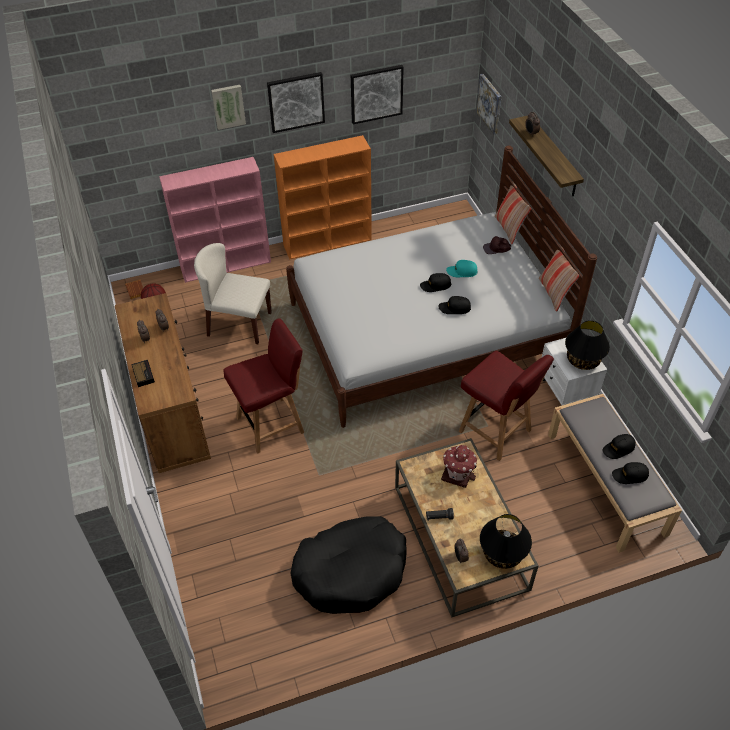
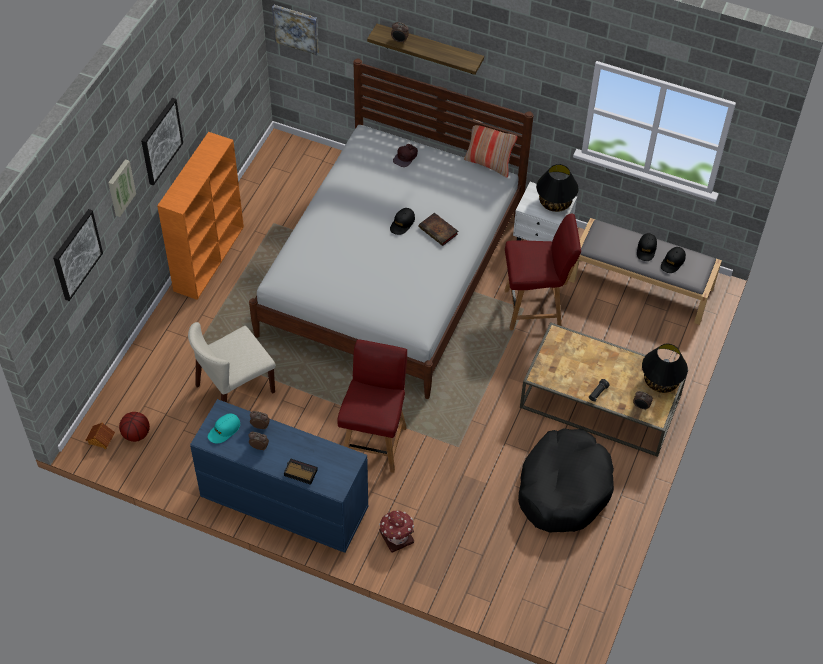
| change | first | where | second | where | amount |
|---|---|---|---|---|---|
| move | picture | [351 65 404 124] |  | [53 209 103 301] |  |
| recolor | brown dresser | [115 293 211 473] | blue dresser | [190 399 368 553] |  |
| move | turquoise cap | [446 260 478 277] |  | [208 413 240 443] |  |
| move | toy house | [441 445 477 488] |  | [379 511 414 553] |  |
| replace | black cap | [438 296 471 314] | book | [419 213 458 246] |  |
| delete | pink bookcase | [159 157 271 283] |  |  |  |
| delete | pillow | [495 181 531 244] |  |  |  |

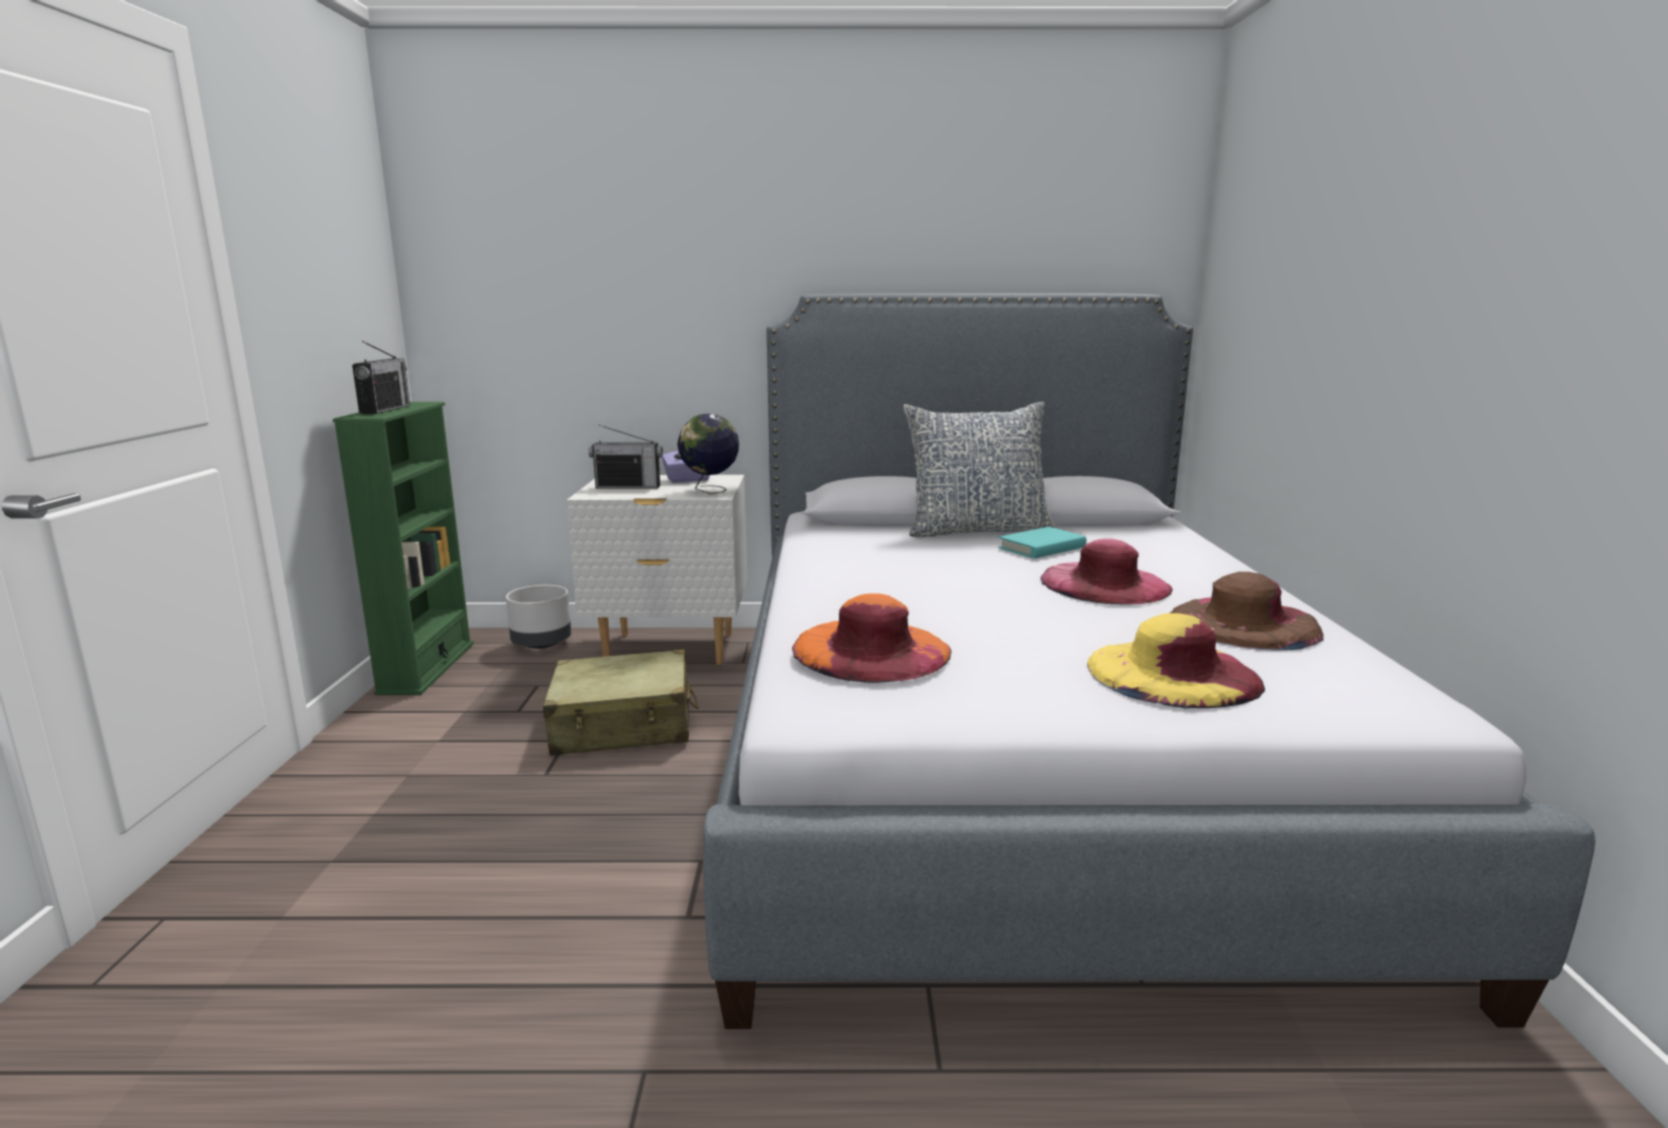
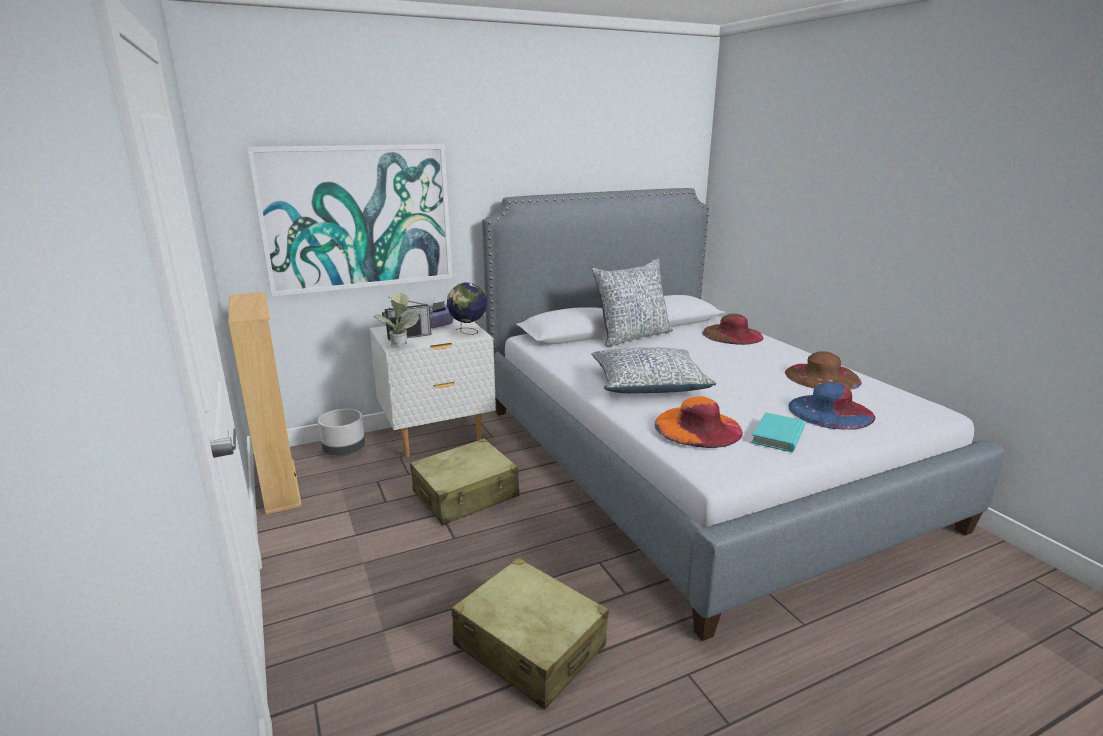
| change | first | where | second | where | amount |
|---|---|---|---|---|---|
| recolor | green bookcase | [333 402 474 695] | beige bookcase | [228 292 302 515] |  |
| insert |  |  | picture | [247 144 452 297] |  |
| insert |  |  | potted plant | [373 292 419 347] |  |
| insert |  |  | beige suitcase | [452 558 609 710] |  |
| insert |  |  | pillow | [591 347 716 393] |  |
| insert |  |  | brown hat | [702 314 763 345] |  |
| move | turquoise book | [998 527 1087 558] |  | [751 412 805 452] |  |
| recolor | yellow hat | [1087 613 1265 709] | blue hat | [789 382 875 430] |  |
| delete | radio | [352 341 410 414] |  |  |  |
| delete | pink hat | [1040 538 1173 605] |  |  |  |

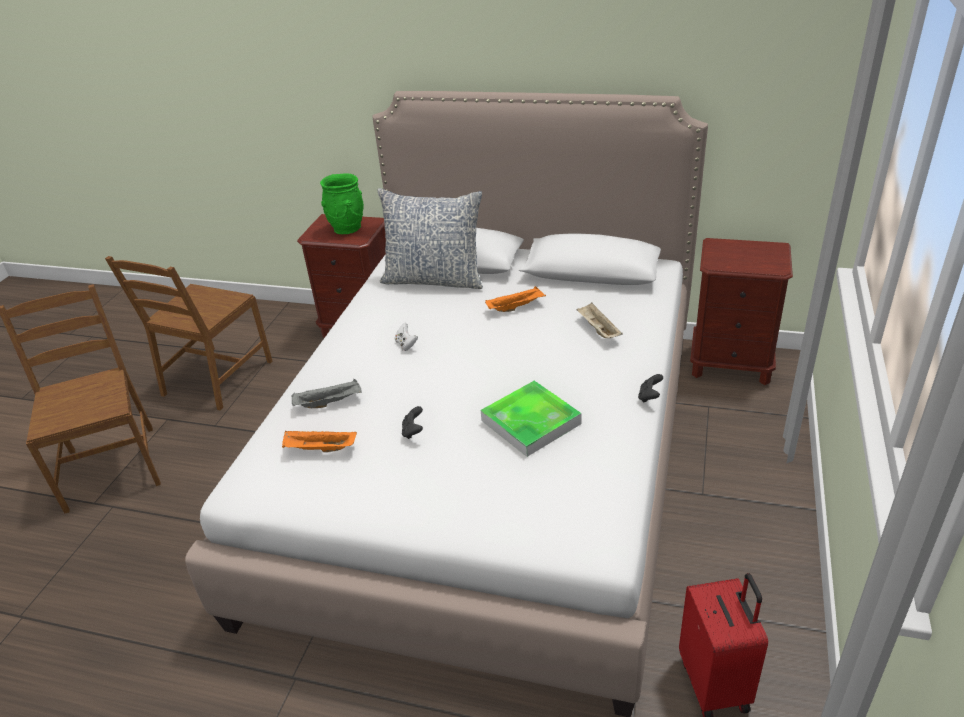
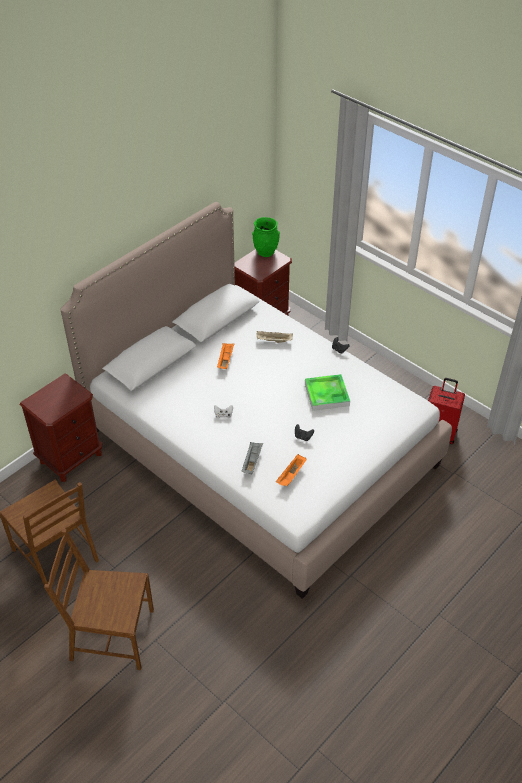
| change | first | where | second | where | amount |
|---|---|---|---|---|---|
| move | green vase | [320 173 364 234] |  | [252 217 280 257] |  |
| delete | pillow | [377 188 483 289] |  |  |  |

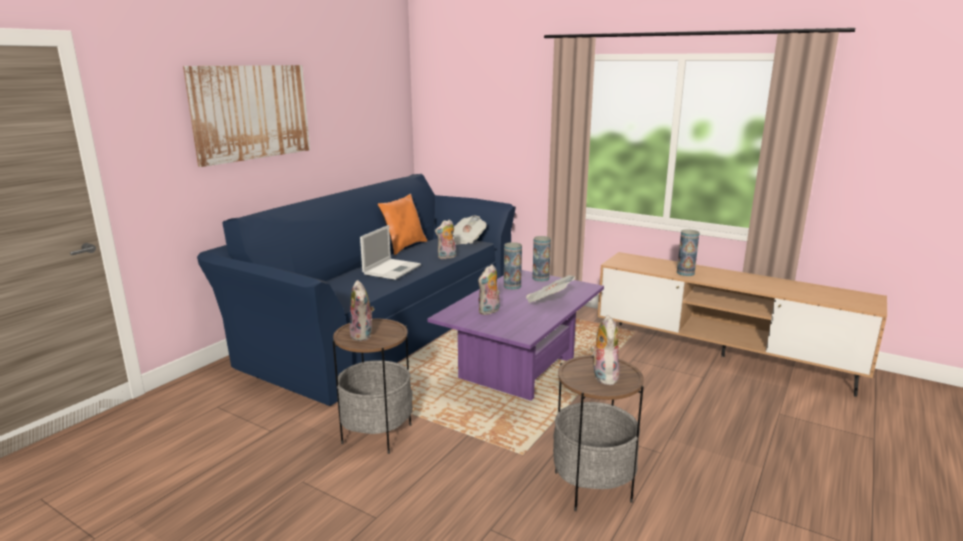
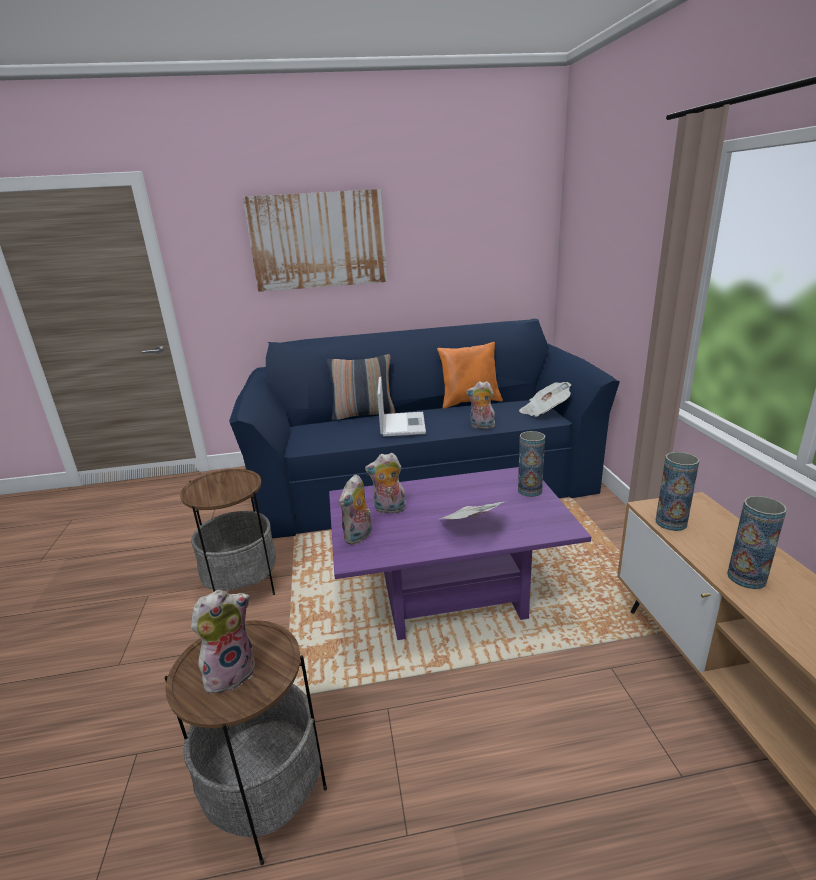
| change | first | where | second | where | amount |
|---|---|---|---|---|---|
| insert |  |  | pillow | [327 354 395 421] |  |
| move | plush toy | [350 280 375 341] |  | [339 474 372 545] |  |
| rotate | laptop | [360 225 421 280] |  | [377 377 426 437] | 75 degrees counterclockwise |
| move | vase | [504 242 522 290] |  | [656 452 699 531] |  |

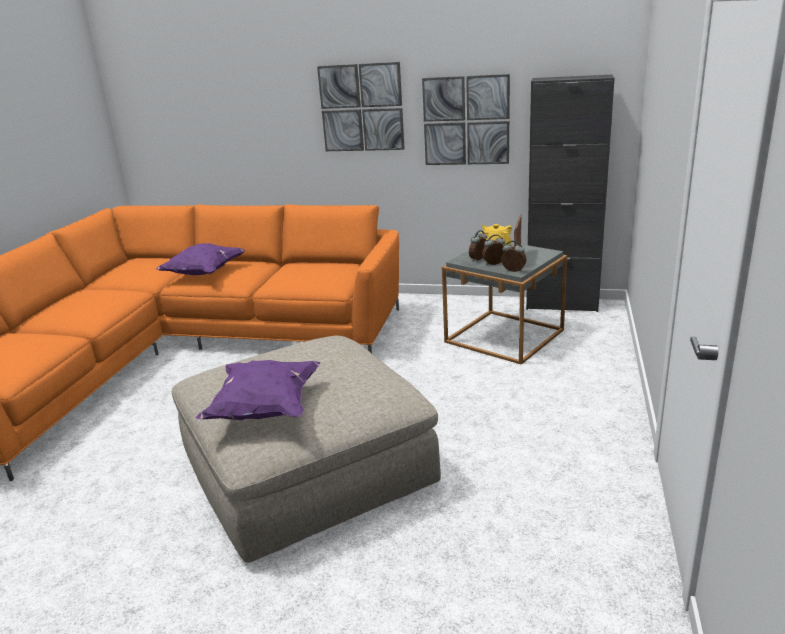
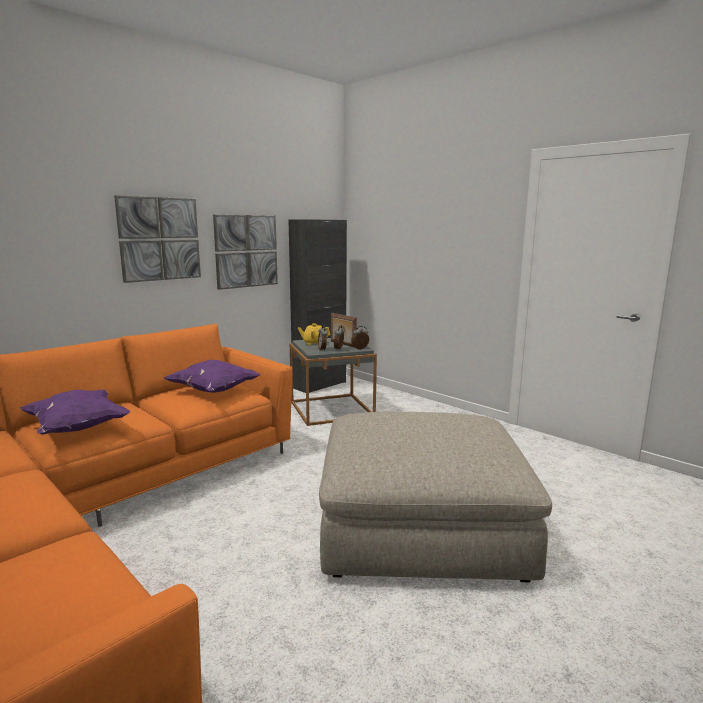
| change | first | where | second | where | amount |
|---|---|---|---|---|---|
| move | purple pillow | [196 360 321 420] |  | [164 360 261 393] |  |

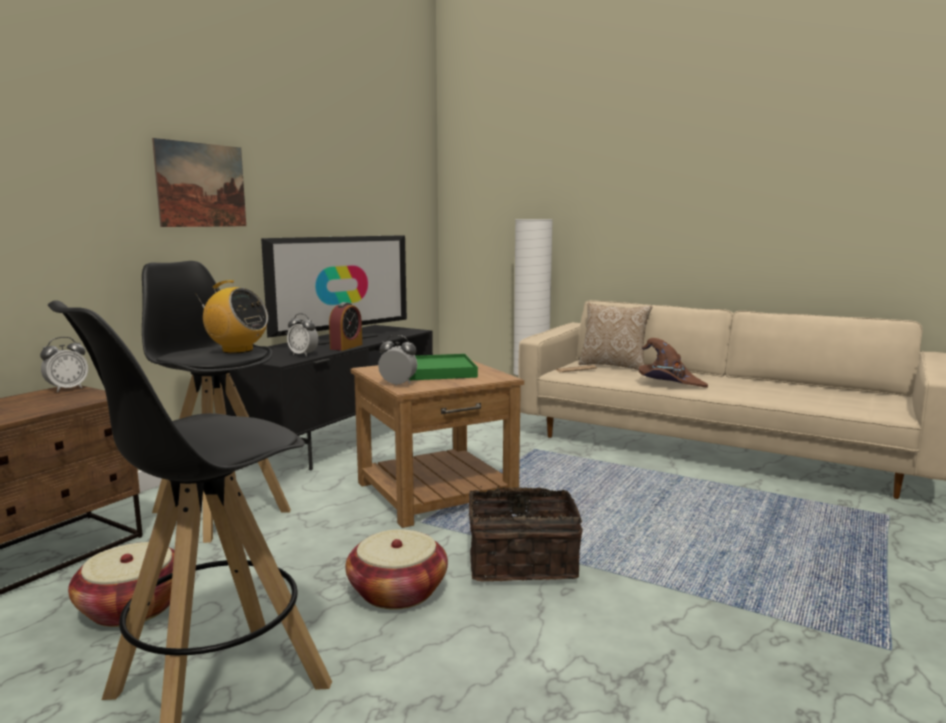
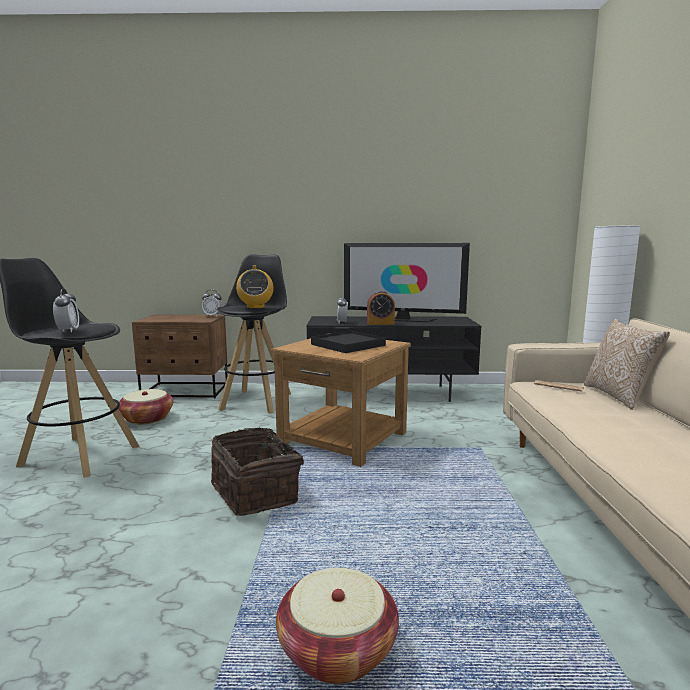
| change | first | where | second | where | amount |
|---|---|---|---|---|---|
| move | alarm clock | [378 335 417 386] |  | [53 288 79 332] |  |
| move | basket | [345 529 448 610] |  | [276 568 399 684] |  |
| recolor | green tray | [409 354 478 380] | black tray | [311 331 386 353] |  |
| delete | picture | [152 138 246 227] |  |  |  |
| delete | brown hat | [638 338 708 388] |  |  |  |

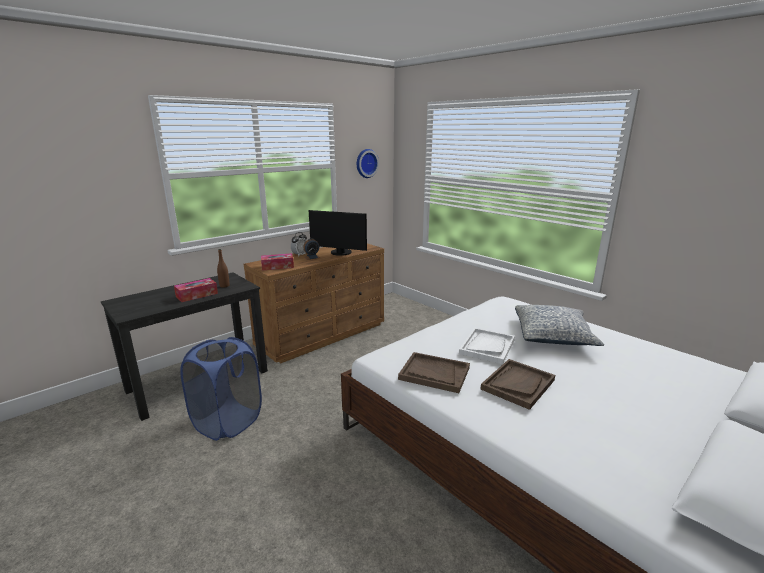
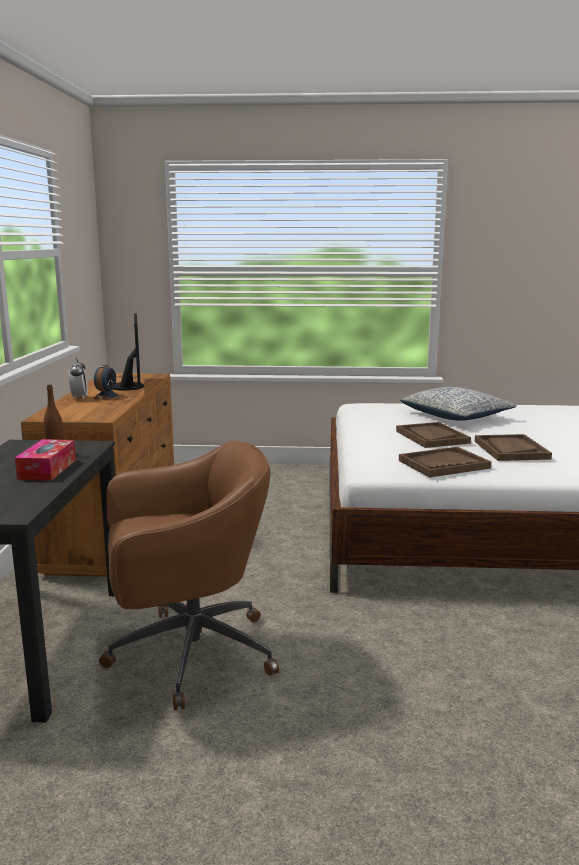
| change | first | where | second | where | amount |
|---|---|---|---|---|---|
| replace | blue laundry basket | [180 337 262 441] | brown office chair | [99 441 279 710] |  |
| rotate | monitor | [308 210 367 256] |  | [113 313 144 390] | 75 degrees counterclockwise |
| recolor | white tray | [459 328 515 364] | brown tray | [396 422 471 448] |  |
| delete | tissue box | [261 253 294 270] |  |  |  |
| delete | wall clock | [357 149 379 178] |  |  |  |

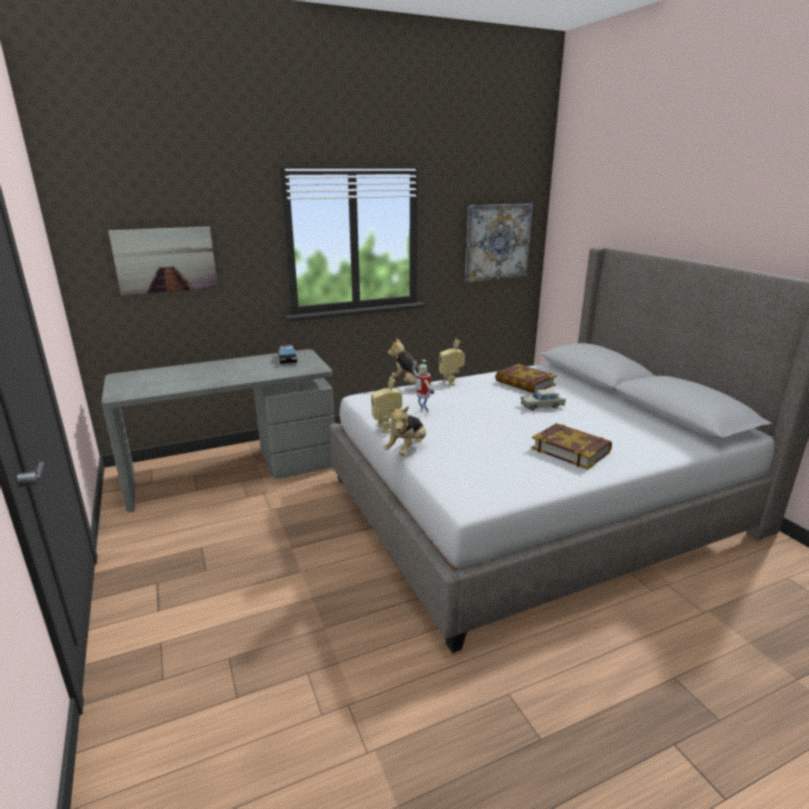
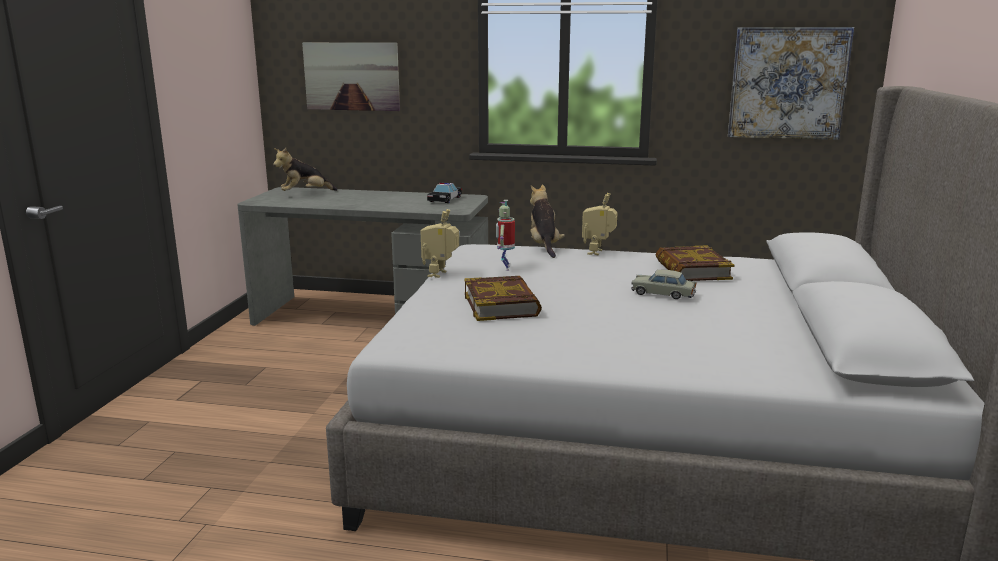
| change | first | where | second | where | amount |
|---|---|---|---|---|---|
| move | plush toy | [384 406 426 456] |  | [273 148 337 191] |  |
| move | book | [531 423 612 470] |  | [464 276 542 321] |  |

